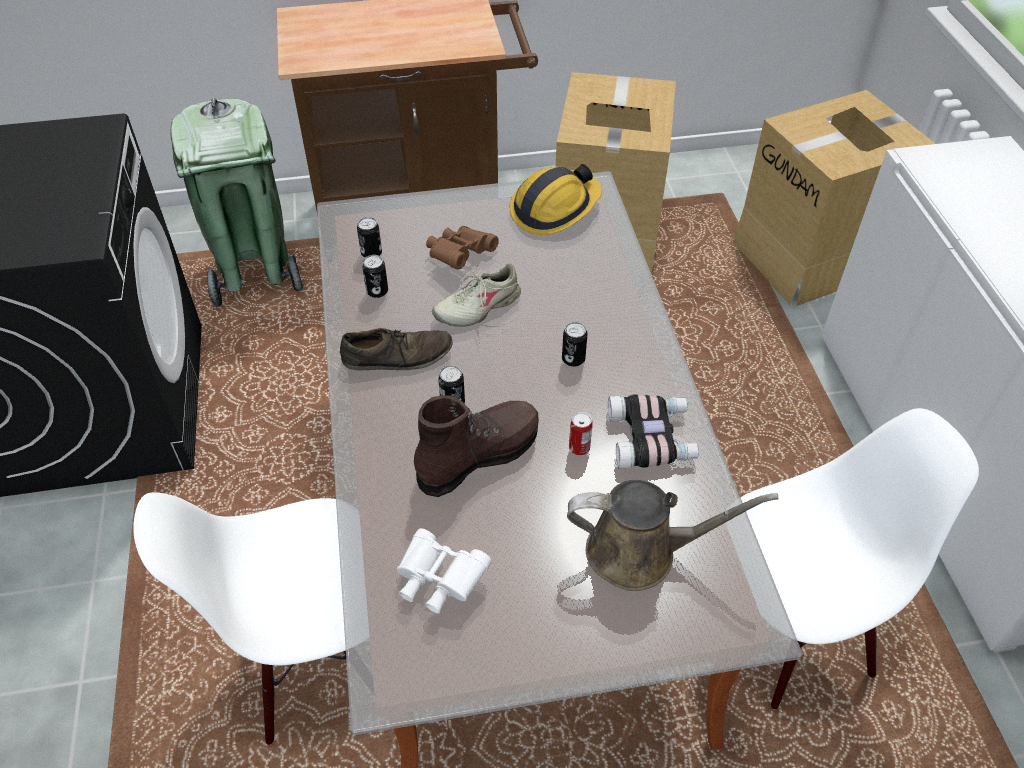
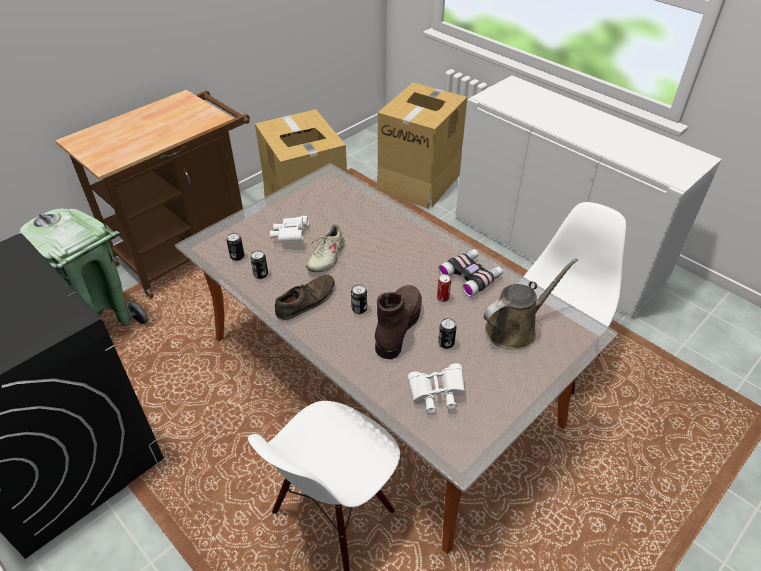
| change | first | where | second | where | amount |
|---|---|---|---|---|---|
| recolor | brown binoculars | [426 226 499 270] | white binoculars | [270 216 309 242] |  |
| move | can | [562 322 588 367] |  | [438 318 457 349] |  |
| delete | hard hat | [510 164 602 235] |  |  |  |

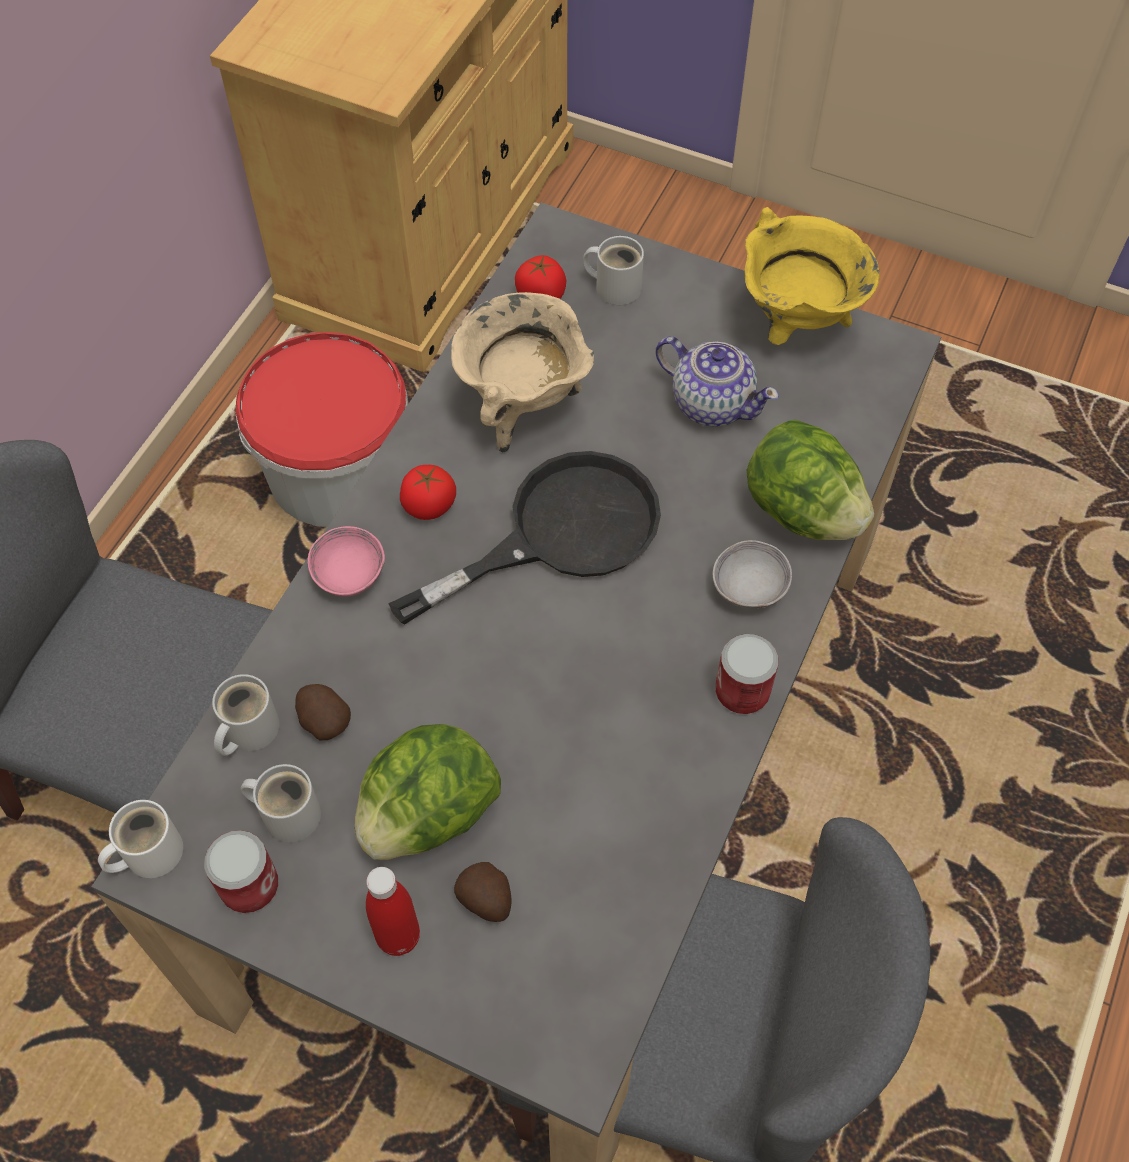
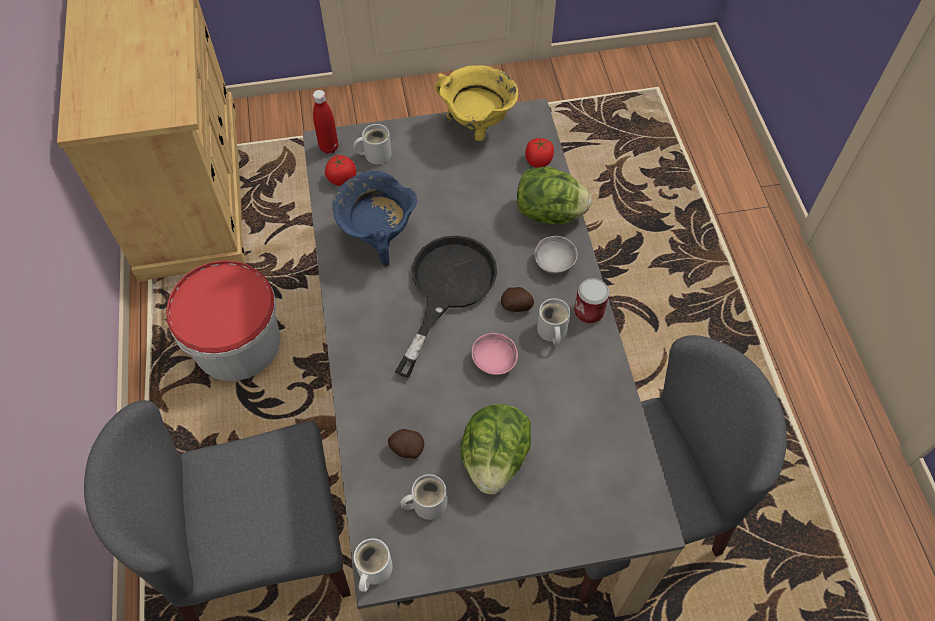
| change | first | where | second | where | amount |
|---|---|---|---|---|---|
| move | red bottle | [366 867 420 956] |  | [313 90 339 154] |  |
| recolor | beige cooking pot | [451 292 594 452] | blue cooking pot | [332 171 417 267] |  |
| move | pink bowl | [308 526 385 597] |  | [471 333 518 375] |  |
| move | potato | [454 862 512 922] |  | [501 287 534 312] |  |
| move | tomato | [400 465 456 520] |  | [525 138 554 168] |  |
| move | white mug | [212 674 279 756] |  | [537 298 570 345] |  |
| delete | can | [204 830 278 913] |  |  |  |
| delete | teapot | [656 337 779 427] |  |  |  |

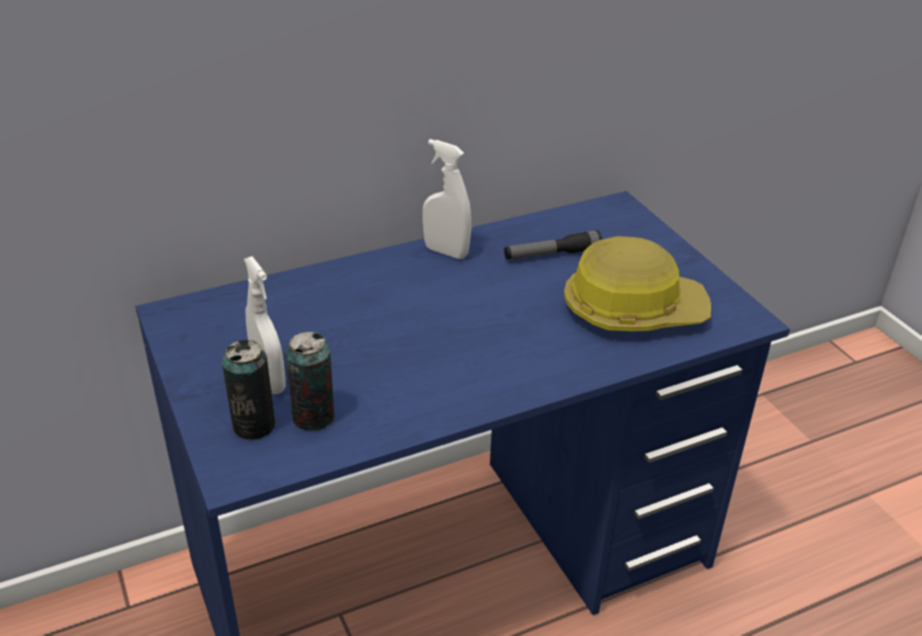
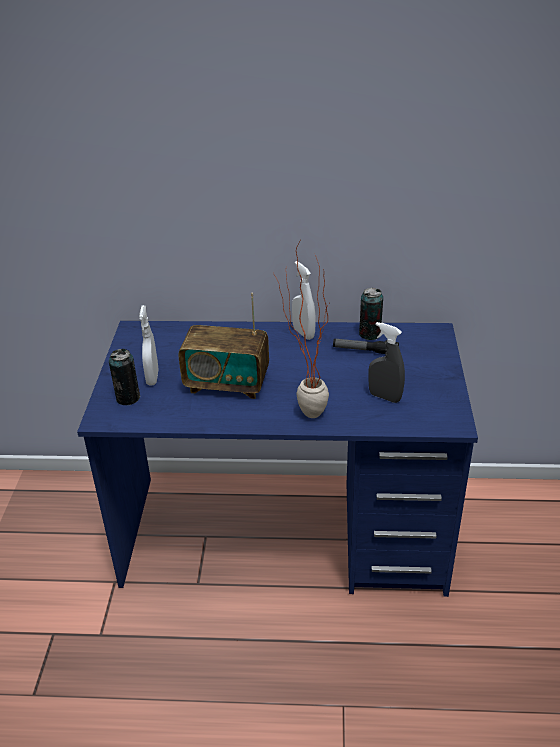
| change | first | where | second | where | amount |
|---|---|---|---|---|---|
| insert |  |  | radio | [179 293 269 399] |  |
| insert |  |  | potted plant | [273 242 329 418] |  |
| move | can | [286 332 334 431] |  | [359 288 383 340] |  |
| replace | hard hat | [564 236 711 331] | grey spray bottle | [368 322 405 403] |  |

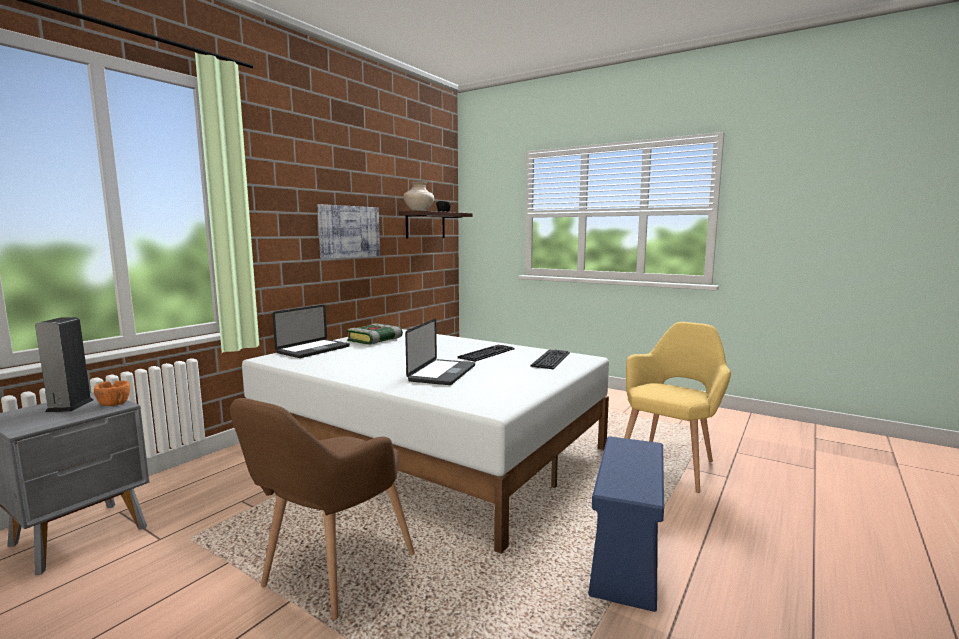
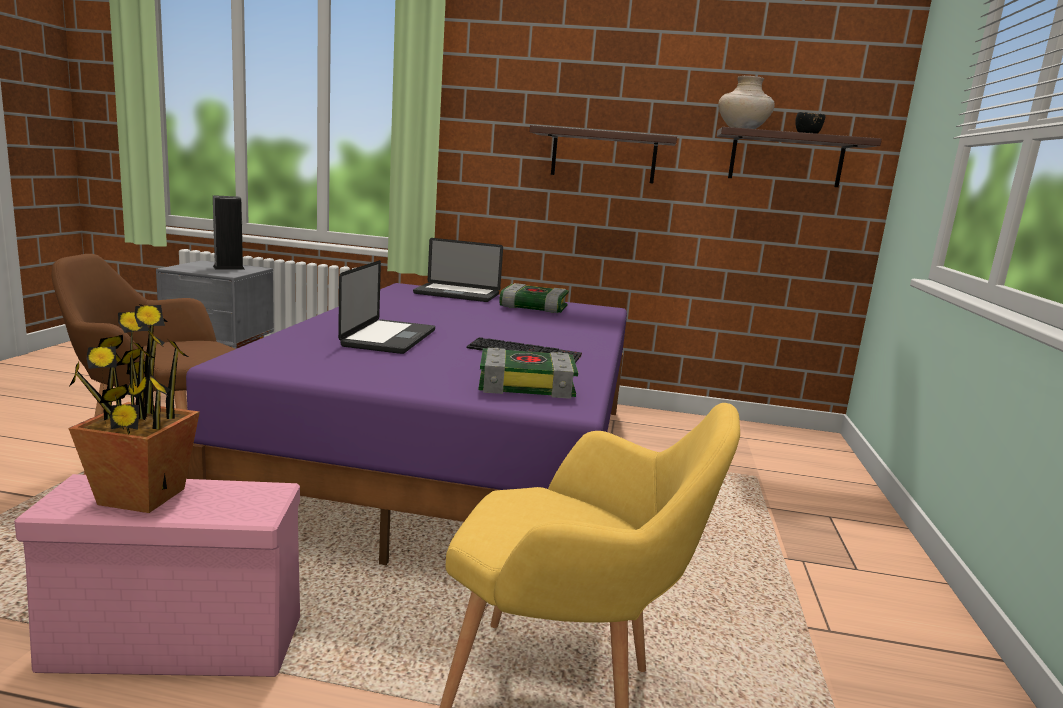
| change | first | where | second | where | amount |
|---|---|---|---|---|---|
| recolor | blue storage box | [588 436 664 612] | pink storage box | [14 474 300 677] |  |
| insert |  |  | potted plant | [68 304 200 513] |  |
| recolor | white bed | [242 329 609 554] | purple bed | [186 283 627 565] |  |
| rotate | laptop | [405 319 475 385] |  | [338 260 435 354] | 75 degrees counterclockwise |
| replace | keyboard | [530 349 570 369] | book | [479 348 578 399] |  |
| replace | picture | [318 204 380 259] | shelf | [530 125 677 183] |  |
| delete | orange bowl | [94 381 130 406] |  |  |  |

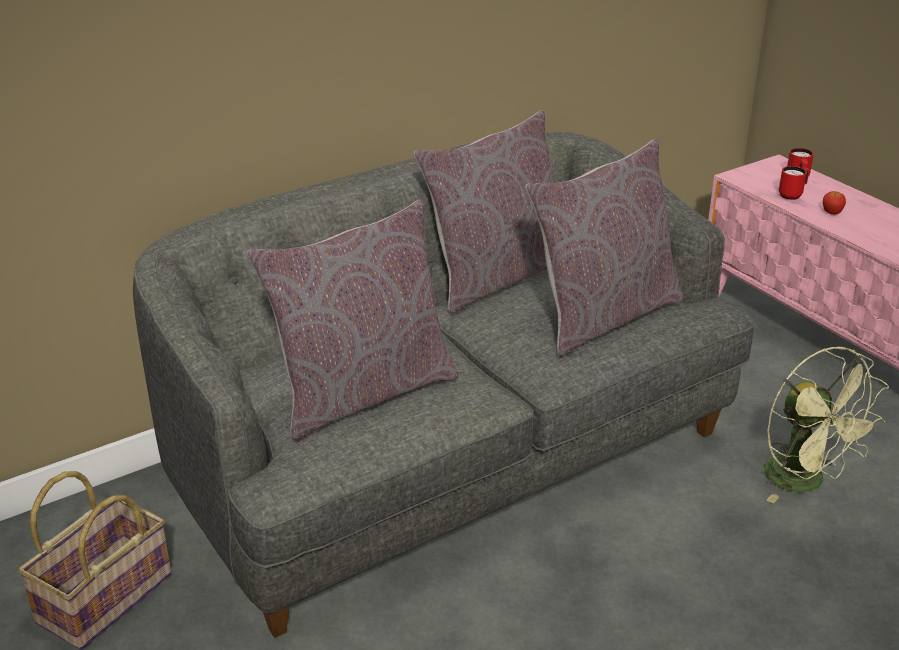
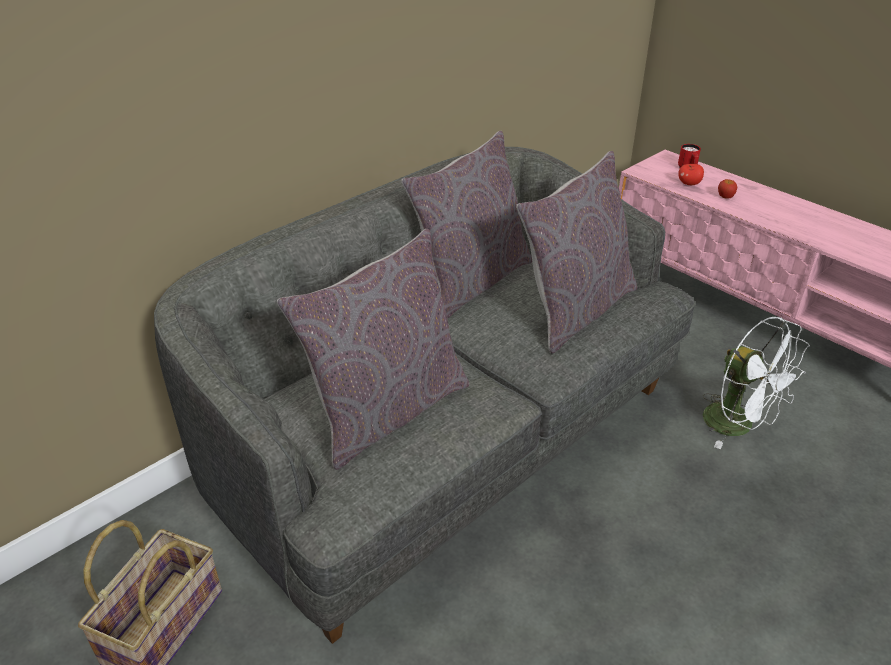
| change | first | where | second | where | amount |
|---|---|---|---|---|---|
| replace | red mug | [779 166 809 200] | apple | [678 164 704 185] |  |
| recolor | green fan | [764 347 889 503] | white fan | [703 317 810 449] |  |

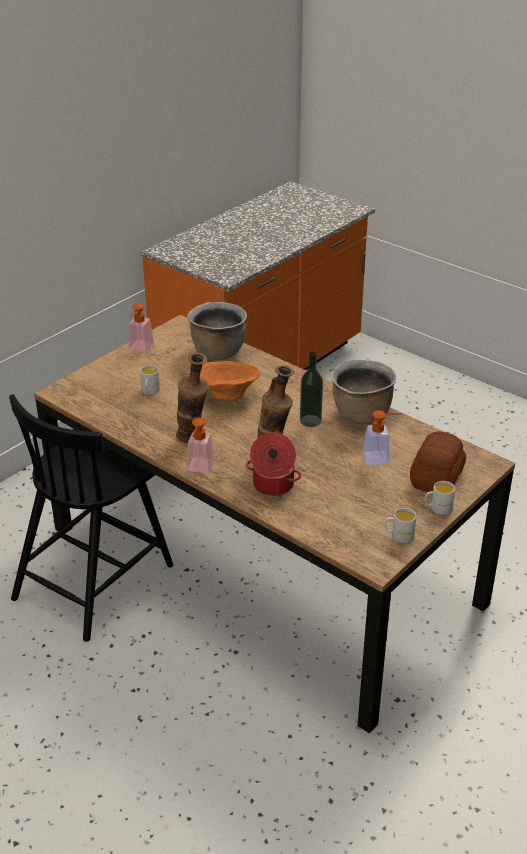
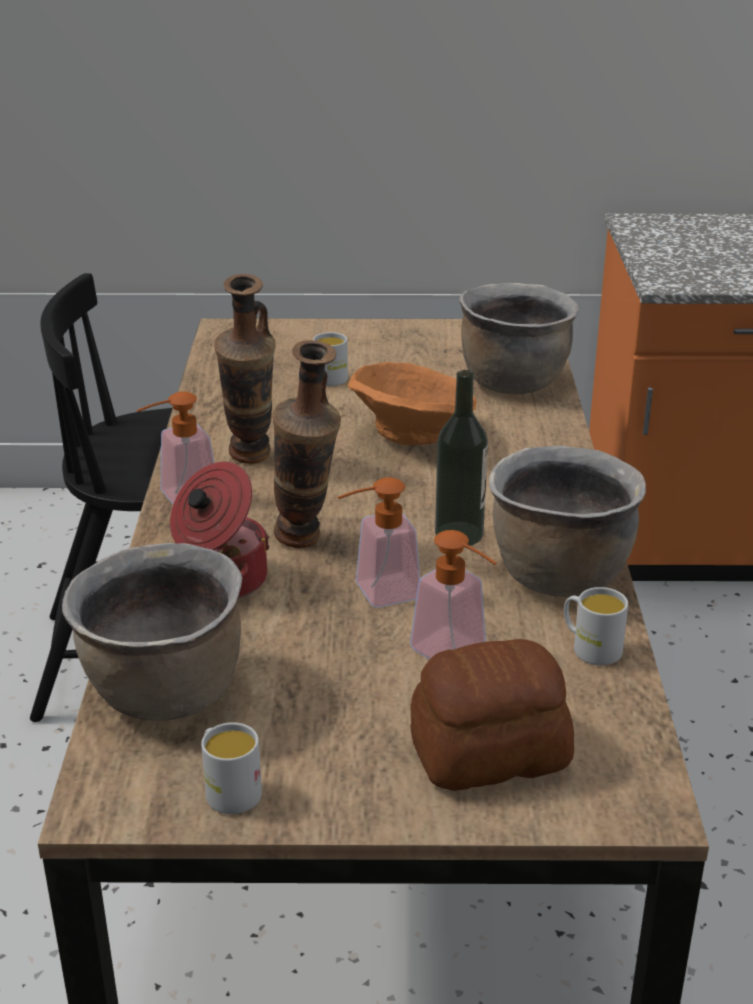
| change | first | where | second | where | amount |
|---|---|---|---|---|---|
| insert |  |  | brown cooking pot | [62 543 242 721] |  |
| move | soap dispenser | [129 303 154 352] |  | [337 477 420 608] |  |
| move | white mug | [424 481 455 515] |  | [564 587 628 665] |  |

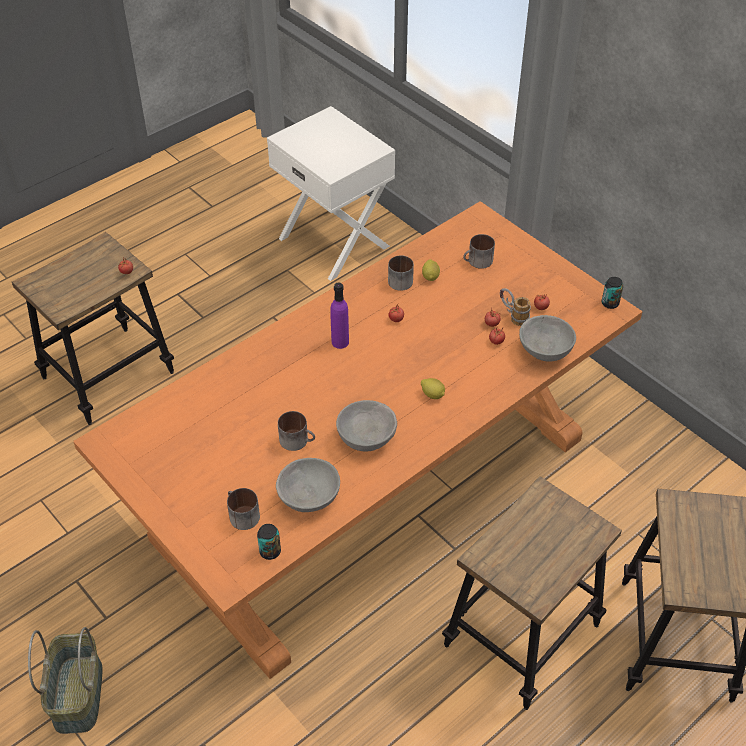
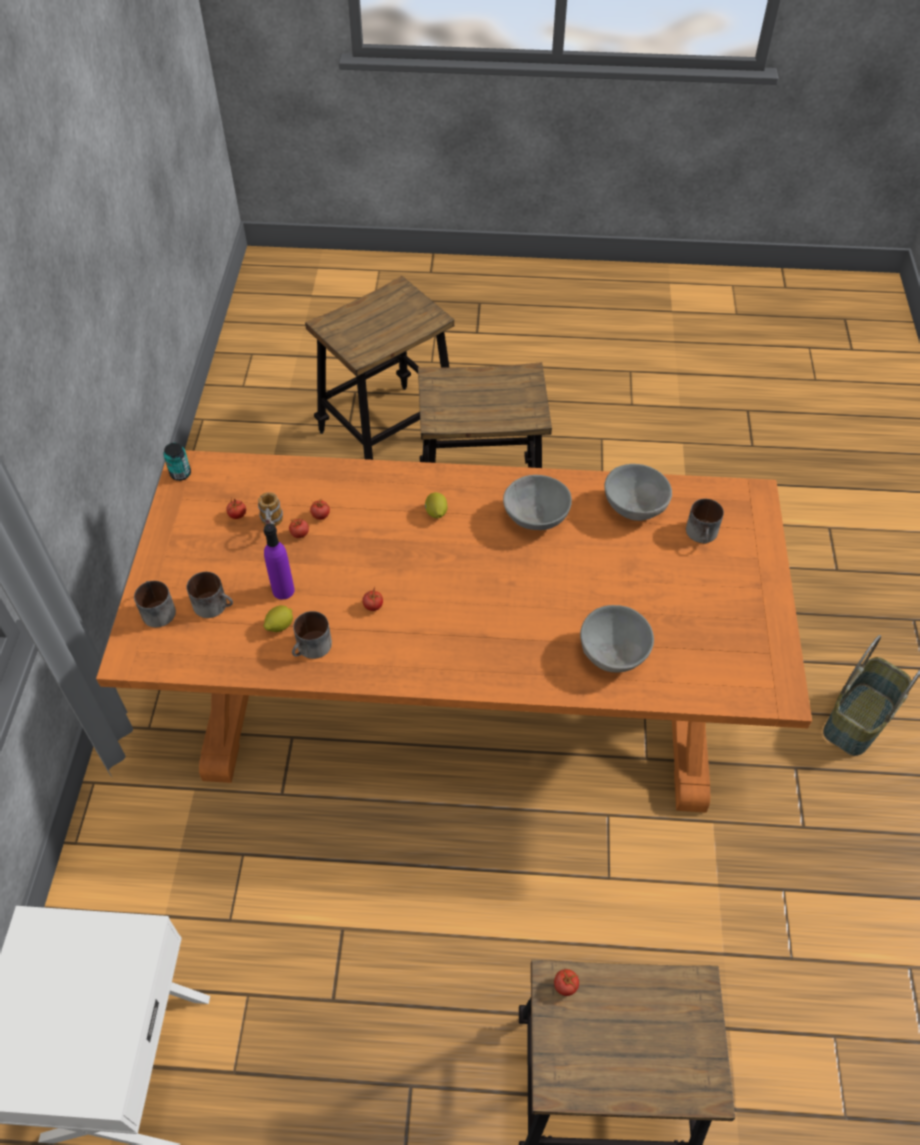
| change | first | where | second | where | amount |
|---|---|---|---|---|---|
| move | mug | [278 411 315 451] |  | [134 581 176 627] |  |
| move | purple bottle | [330 282 349 349] |  | [264 524 295 600] |  |
| move | grey bowl | [519 315 576 362] |  | [580 605 654 672] |  |
| delete | can | [257 524 281 560] |  |  |  |

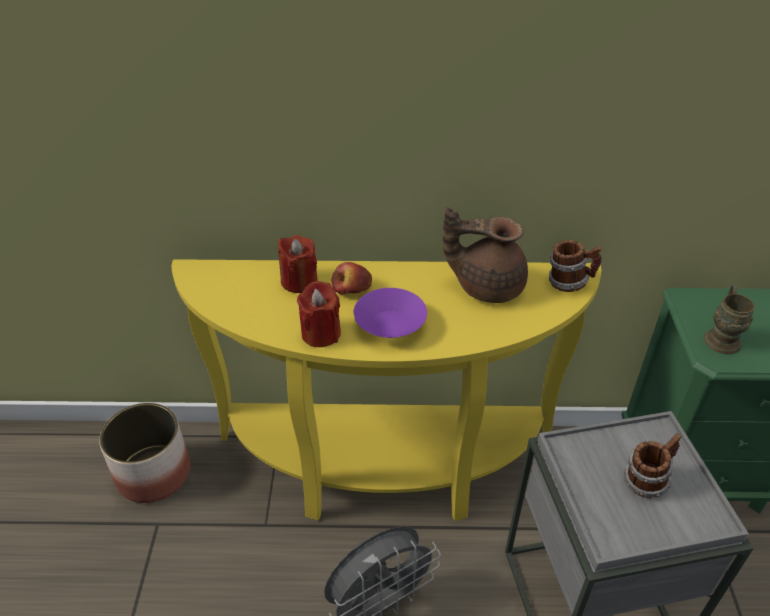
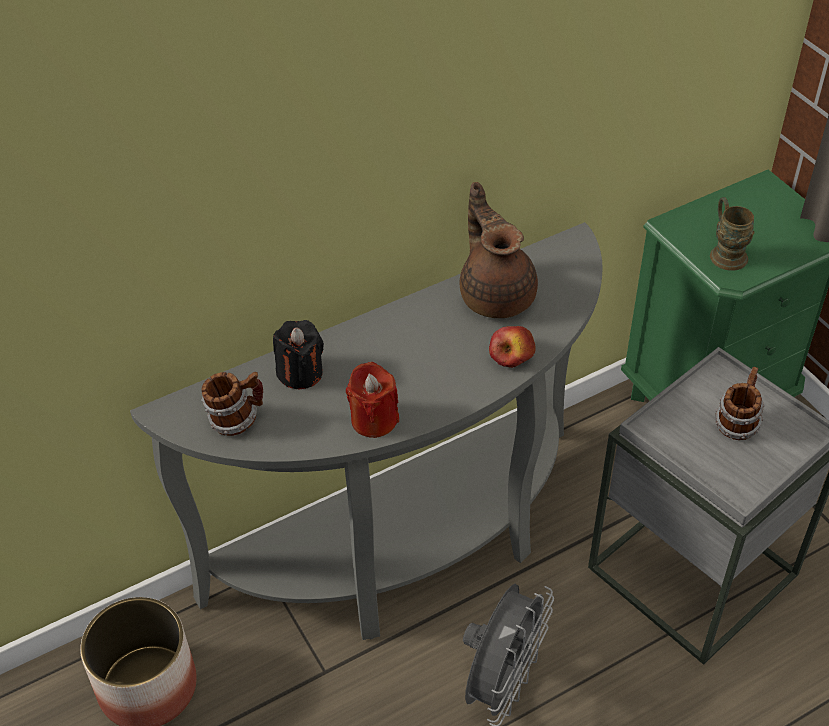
| change | first | where | second | where | amount |
|---|---|---|---|---|---|
| recolor | yellow console table | [171 259 602 521] | grey console table | [130 222 603 640] |  |
| move | mug | [549 240 602 292] |  | [201 372 263 436] |  |
| recolor | red candle | [278 235 318 293] | black candle | [273 320 324 389] |  |
| rotate | brown teapot | [443 207 528 303] |  | [460 182 538 318] | 90 degrees clockwise |
| move | apple | [332 262 372 295] |  | [489 326 536 368] |  |
| delete | purple bowl | [353 288 427 338] |  |  |  |

